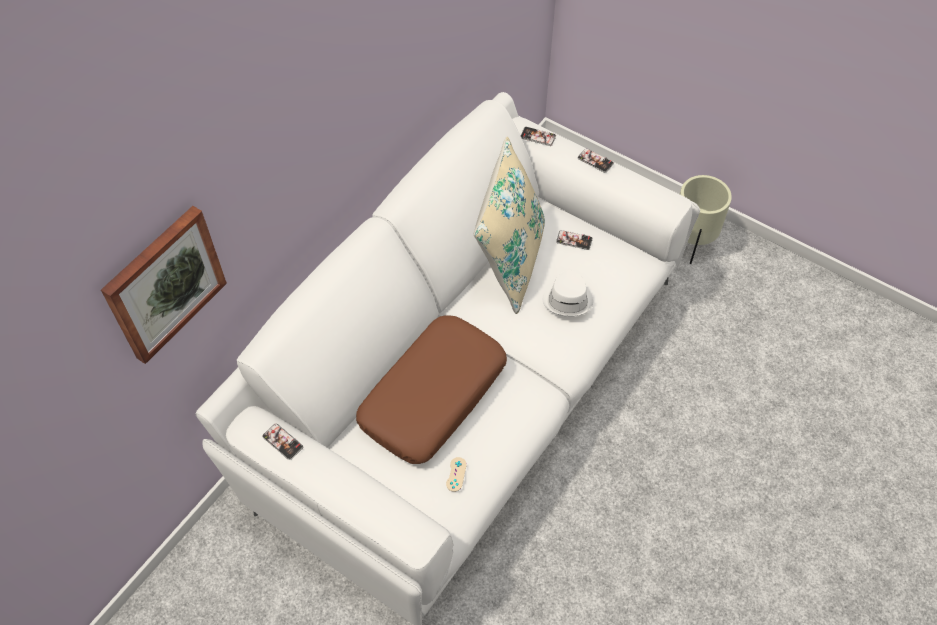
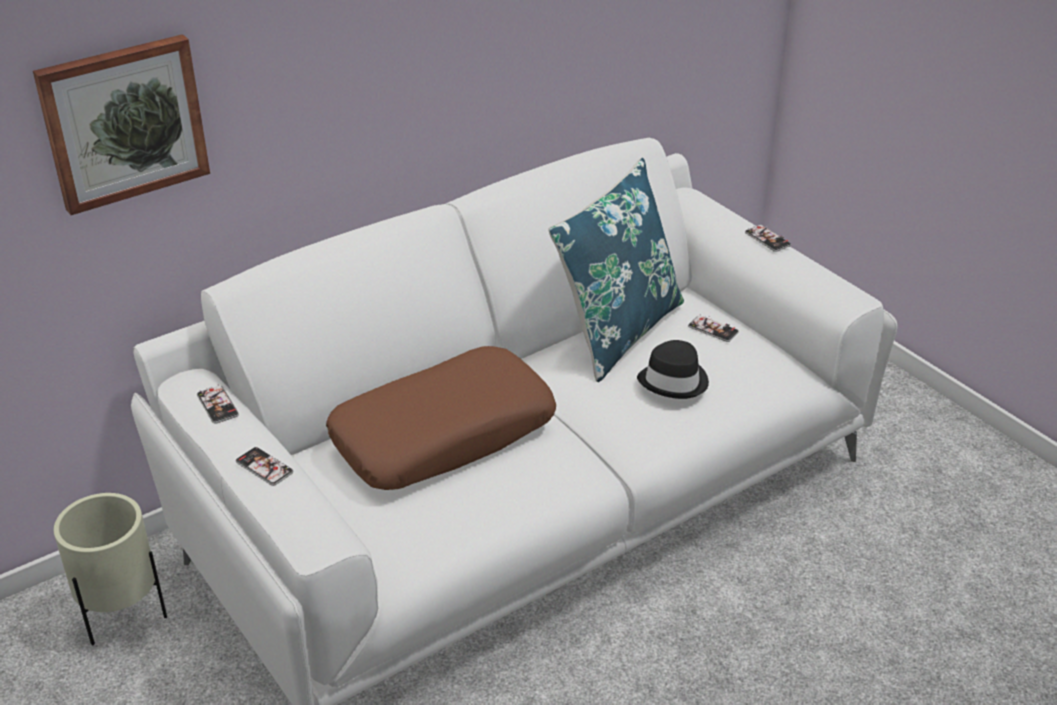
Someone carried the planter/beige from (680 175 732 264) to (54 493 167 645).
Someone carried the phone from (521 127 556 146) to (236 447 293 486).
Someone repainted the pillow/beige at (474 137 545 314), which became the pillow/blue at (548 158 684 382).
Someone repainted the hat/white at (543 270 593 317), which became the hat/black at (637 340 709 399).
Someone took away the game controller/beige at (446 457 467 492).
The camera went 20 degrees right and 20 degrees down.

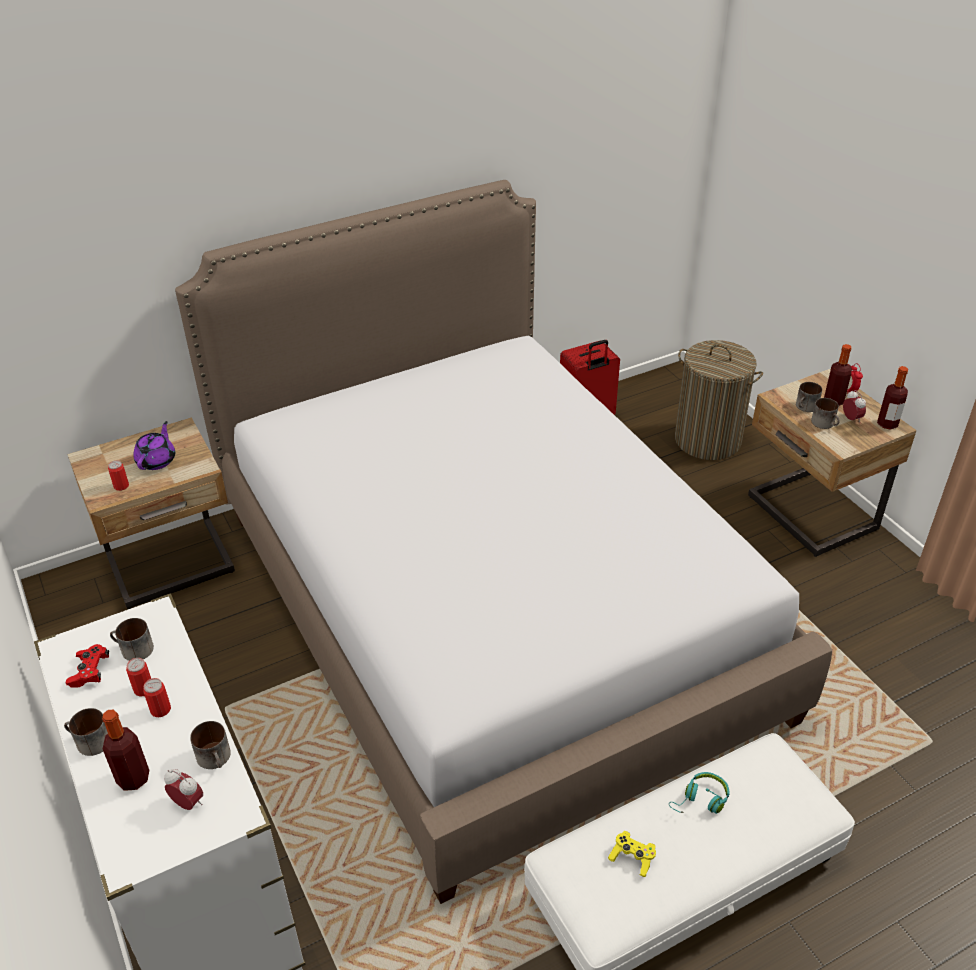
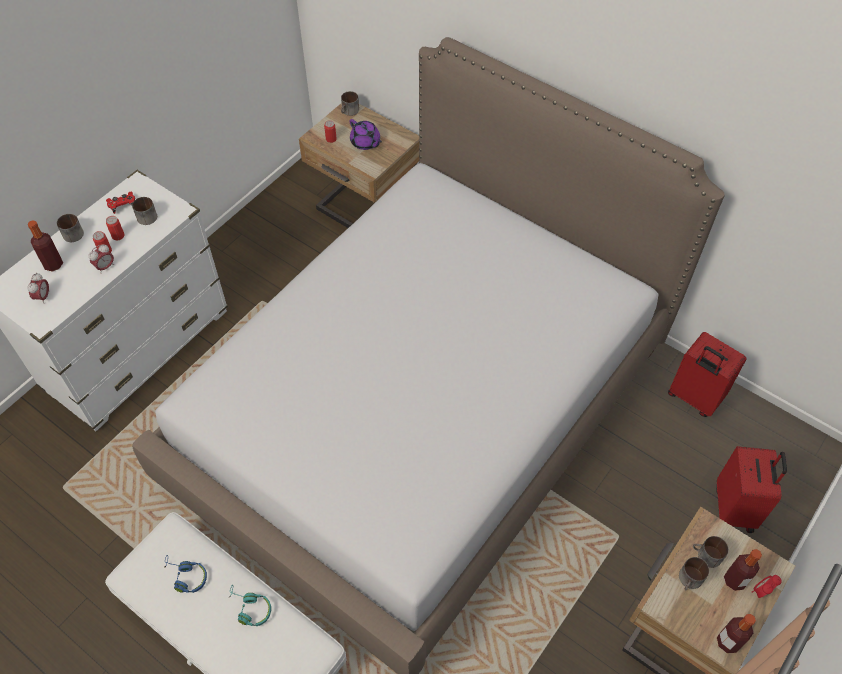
Someone carried the alarm clock from (843 390 866 423) to (88 244 114 270).
Someone swapped the game controller/yellow at (608 831 656 877) for the headphones/blue at (164 555 207 593).
Someone carried the mug from (190 721 231 769) to (341 91 359 116).
Someone rotated the teapot/purple at (133 421 175 470) by 60 degrees clockwise.
Someone swapped the laundry basket at (675 340 763 460) for the suitcase/red at (716 446 787 533).
The camera went 65 degrees right and 15 degrees up.

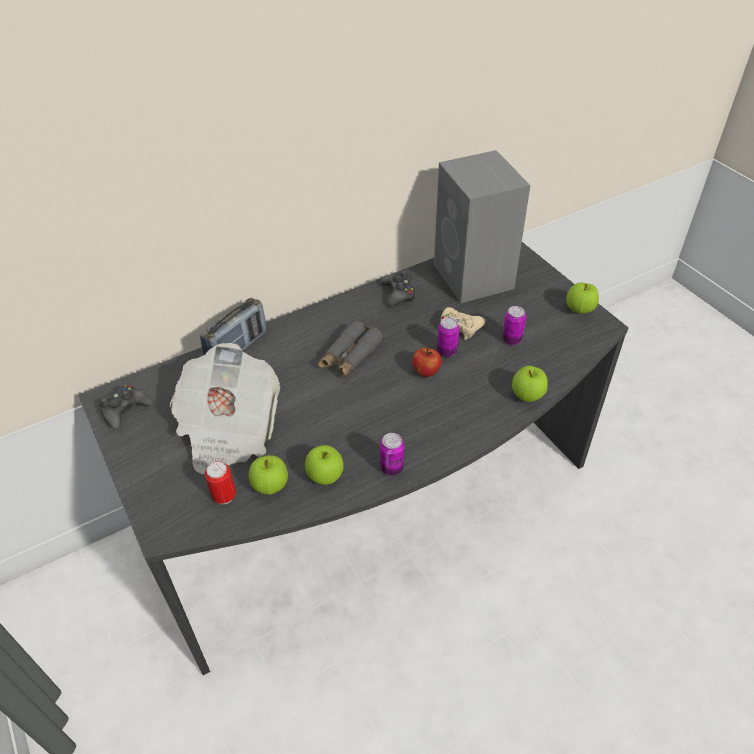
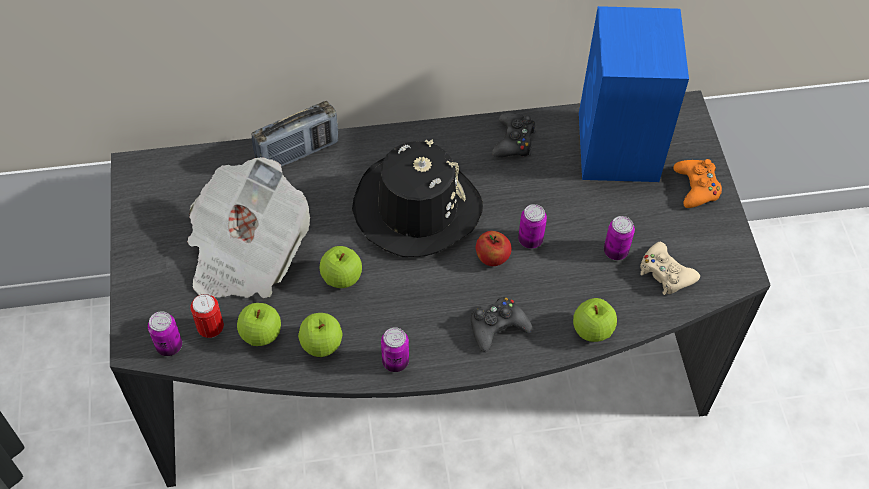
Someone put down the can at (148 311 182 356).
Someone carried the apple from (566 283 599 314) to (320 246 362 288).
Someone swapped the binoculars/grey at (318 320 384 378) for the hat/black at (352 140 483 257).
Someone carried the game controller/black from (99 385 153 430) to (471 297 532 352).
Someone repainted the speaker/grey at (434 150 531 303), which became the speaker/blue at (579 6 689 182).
Someone carried the game controller/beige from (441 307 486 340) to (640 242 700 295).
Someone put down the game controller/orange at (673 159 722 208).
The camera went 20 degrees right and 10 degrees up.

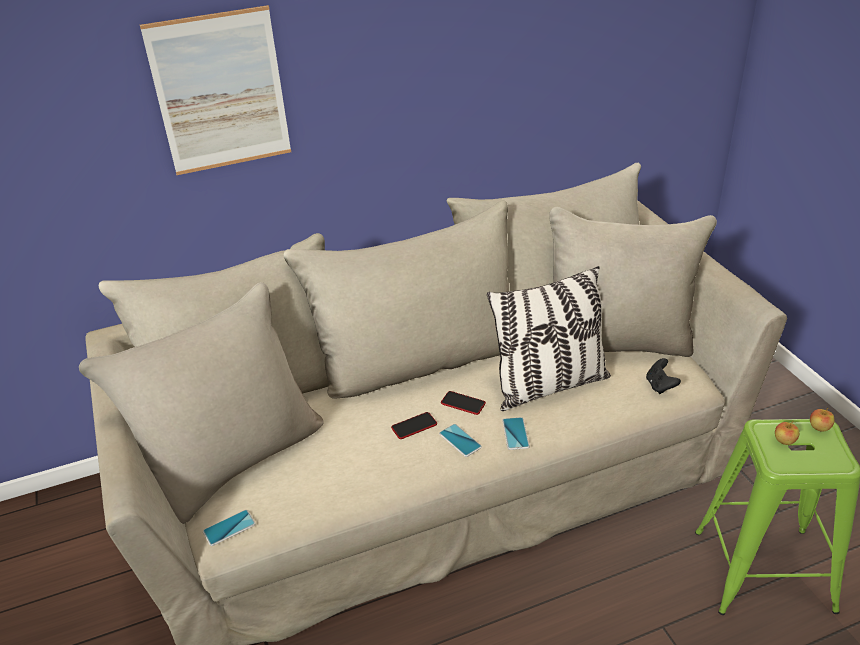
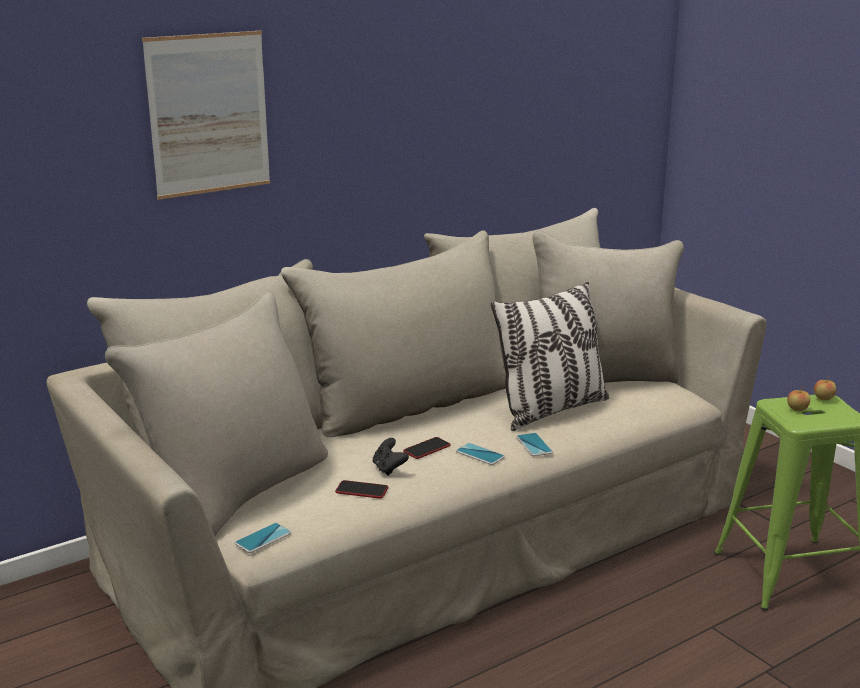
Someone carried the phone from (441 391 486 415) to (335 480 388 498).
Someone carried the game controller/black from (646 358 681 394) to (373 438 409 476).
The camera went 15 degrees left and 15 degrees down.

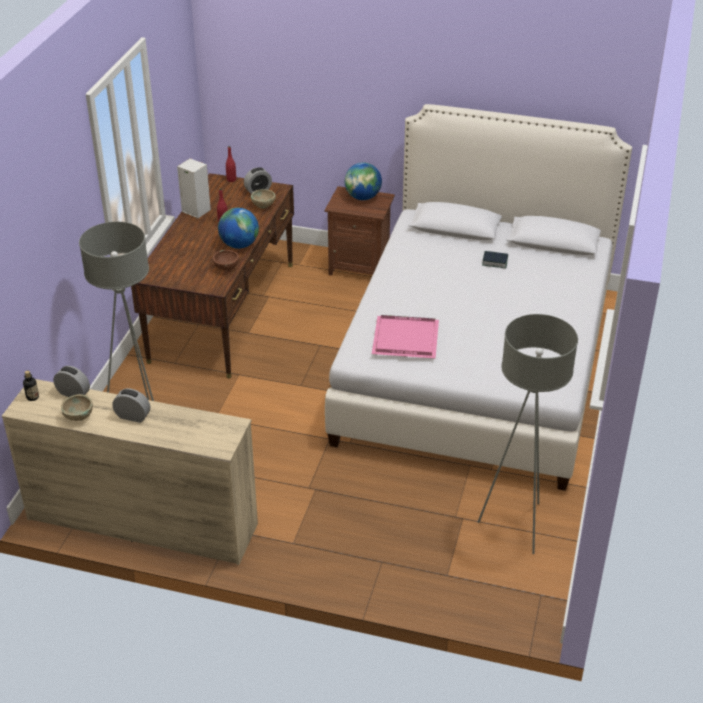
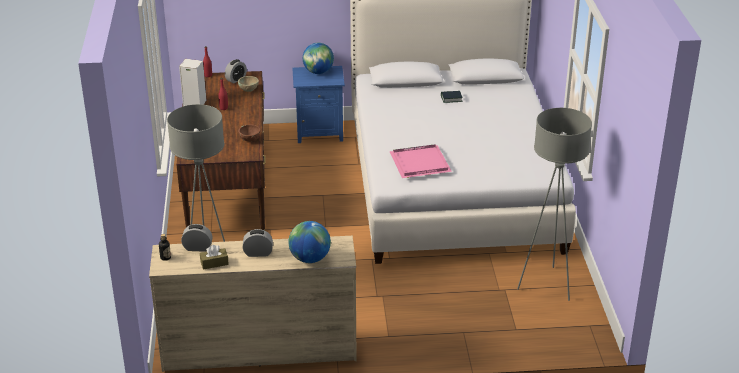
Someone swapped the bowl/beige at (61 394 93 421) for the tissue box/brown at (200 245 229 270).
Someone carried the globe from (218 208 259 249) to (288 221 331 263).
Someone repainted the nightstand/brown at (325 186 395 276), which became the nightstand/blue at (292 66 345 143).
The camera went 20 degrees left and 5 degrees down.

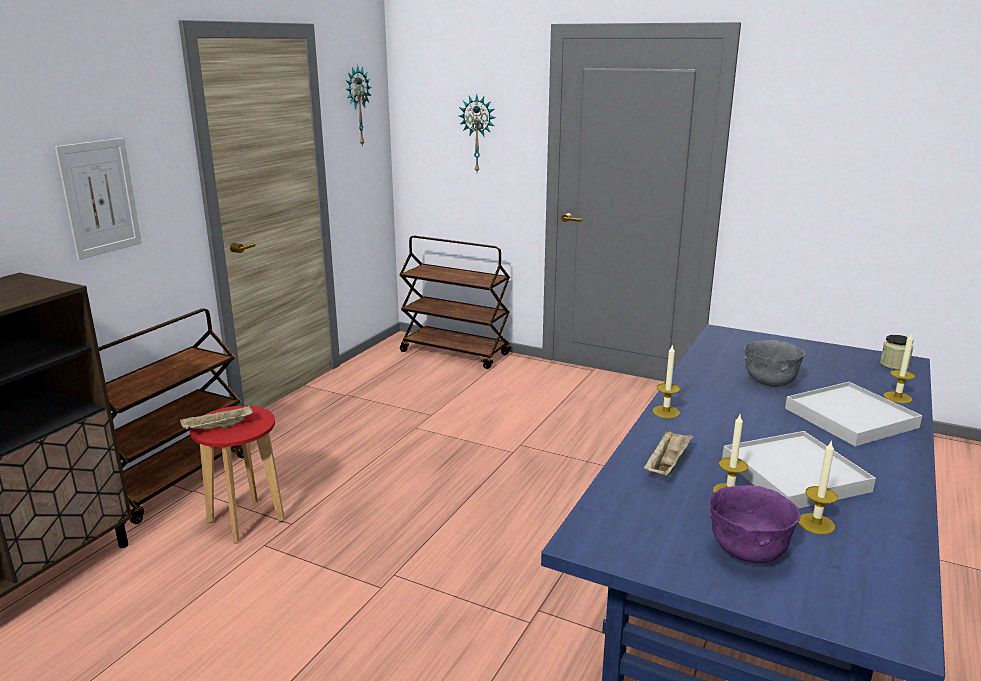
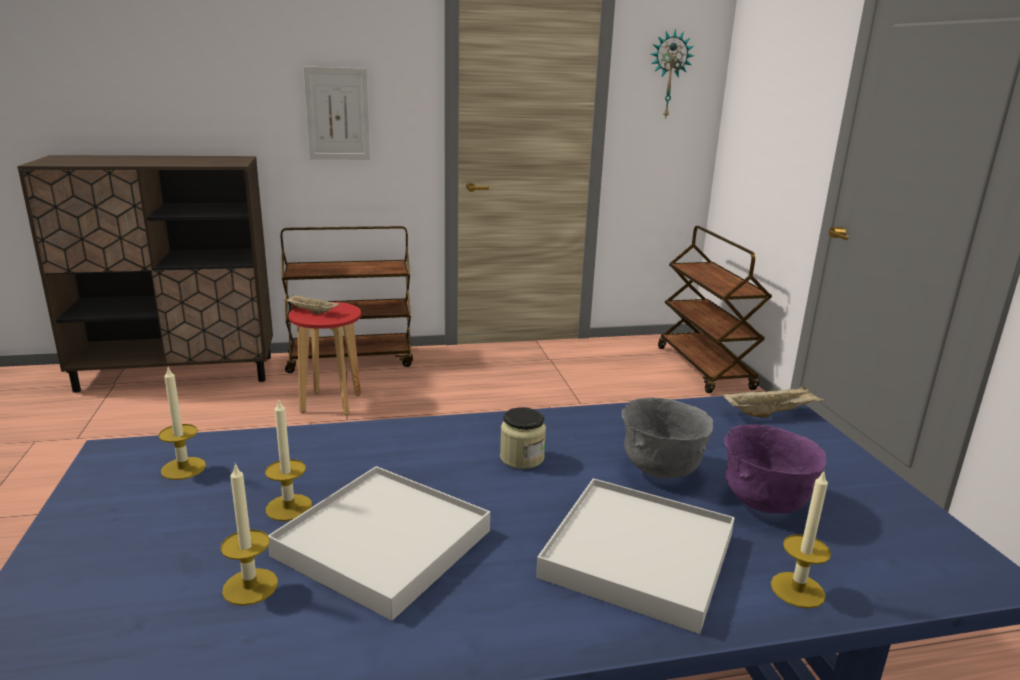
Someone carried the candle from (653 344 680 418) to (158 368 206 480).
Someone carried the jar from (880 335 913 370) to (500 407 546 469).
Someone carried the tray/beige from (644 430 694 476) to (723 385 826 418).
Someone carried the bowl/purple from (708 485 801 564) to (724 424 826 513).
Someone took away the wall clock at (459 95 496 172).
The camera went 50 degrees right and 0 degrees up.

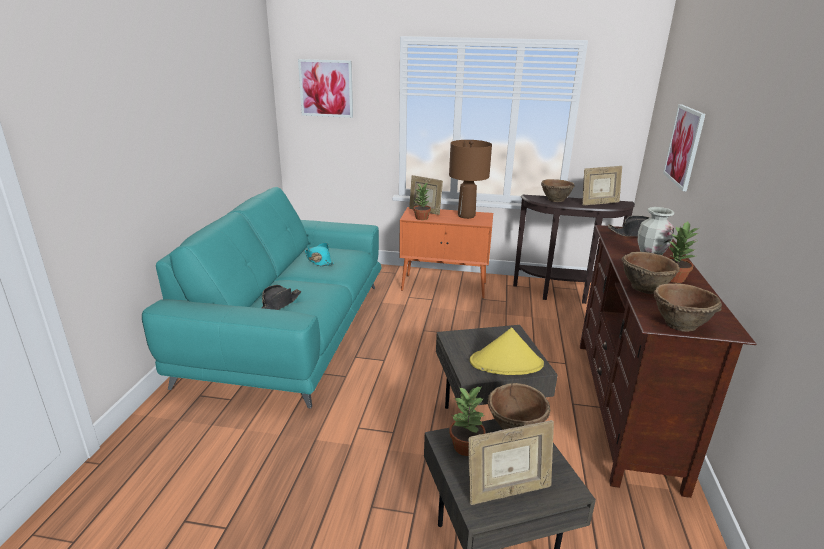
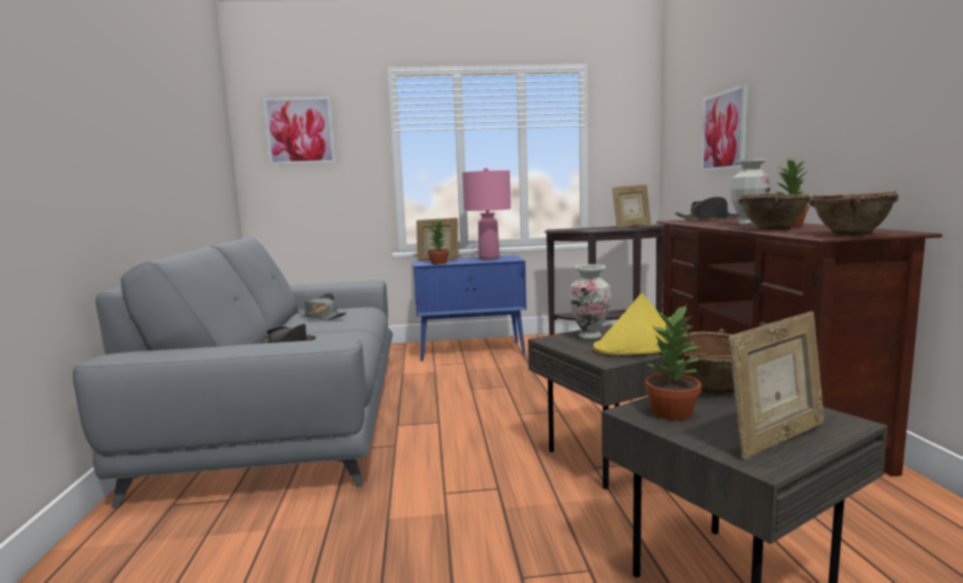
Someone repainted the sofa/turquoise at (142 187 382 408), which became the sofa/grey at (73 237 393 508).
Someone repainted the hat/turquoise at (305 243 335 266), which became the hat/grey at (298 293 347 320).
Someone repainted the cabinet/orange at (399 207 493 299), which became the cabinet/blue at (413 255 527 361).
Someone repainted the table lamp/brown at (449 140 492 219), which became the table lamp/pink at (462 168 511 260).
Someone put down the vase at (569 264 612 340).
Someone took away the bowl/brown at (541 179 575 202).
The camera went 15 degrees left and 15 degrees down.

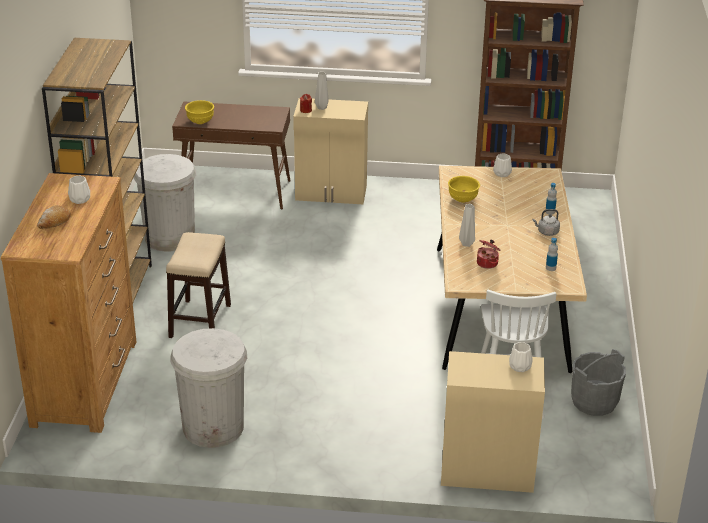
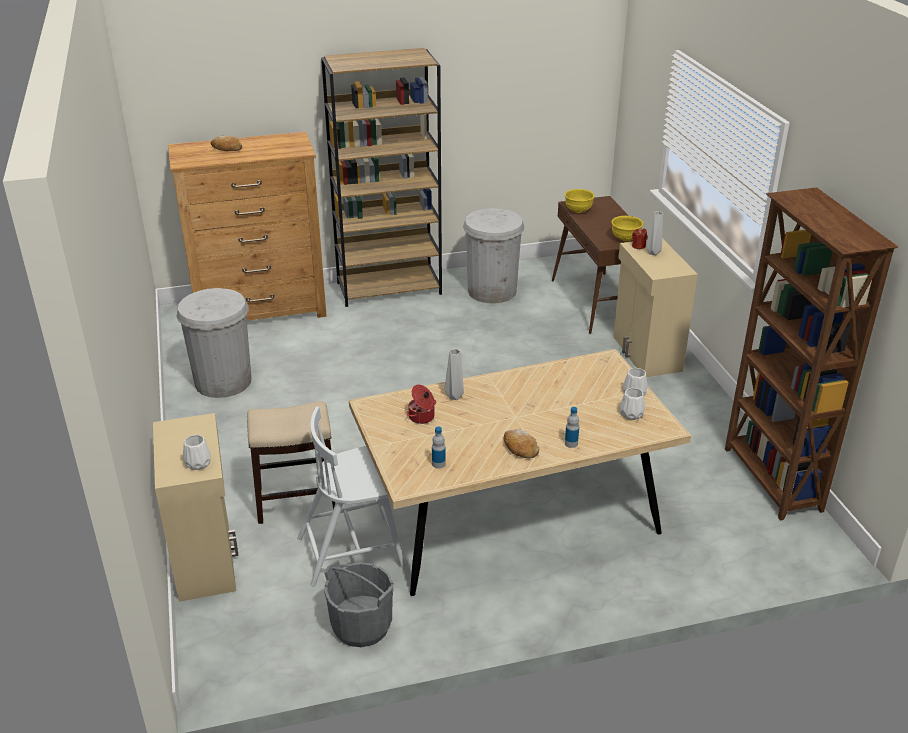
Someone carried the stool from (166 232 231 338) to (247 401 335 524).
Someone swapped the kettle/grey at (533 209 560 236) for the bread at (504 429 539 458).
Someone carried the bowl/yellow from (448 176 480 203) to (611 216 643 242).
Someone carried the vase/white from (68 176 90 204) to (620 388 645 420).
The camera went 70 degrees right and 0 degrees up.

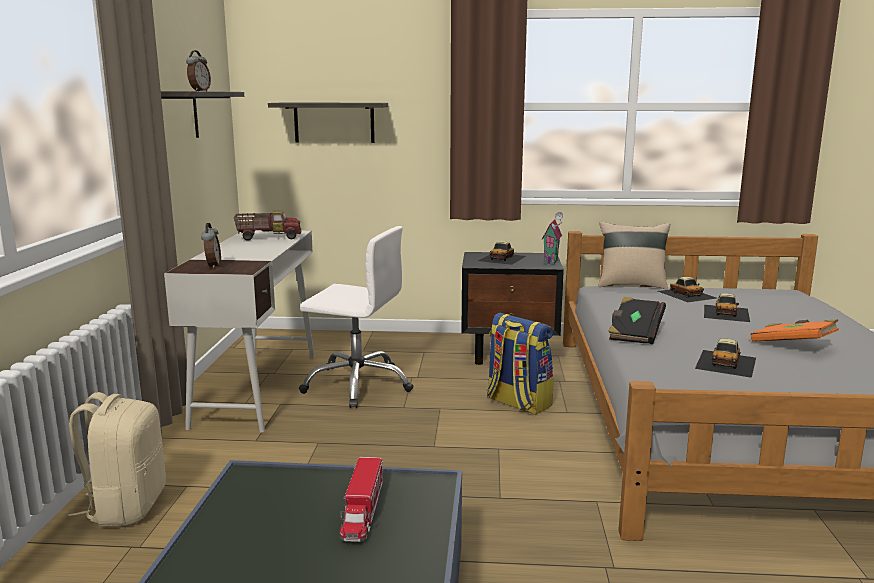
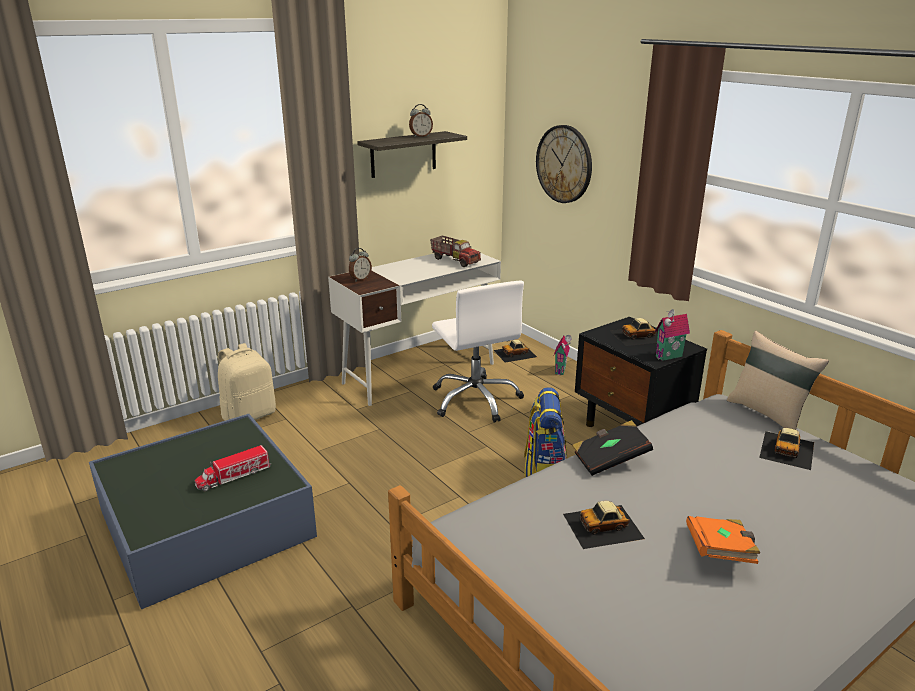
Someone carried the toy car from (704 293 750 322) to (493 340 537 363).
Someone swapped the shelf at (268 103 388 143) for the wall clock at (536 125 592 203).
Someone put down the toy house at (554 335 572 375).
The camera went 50 degrees right and 10 degrees up.

